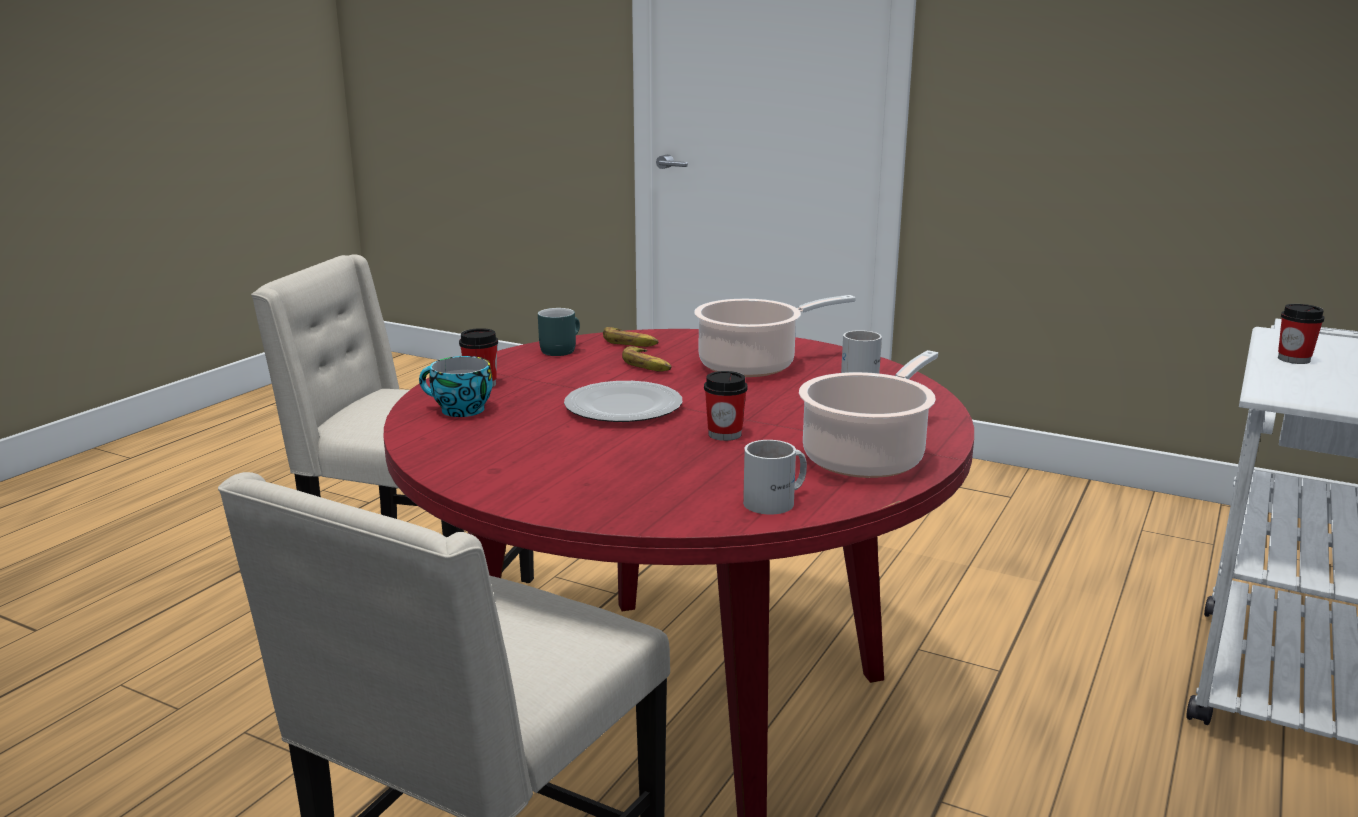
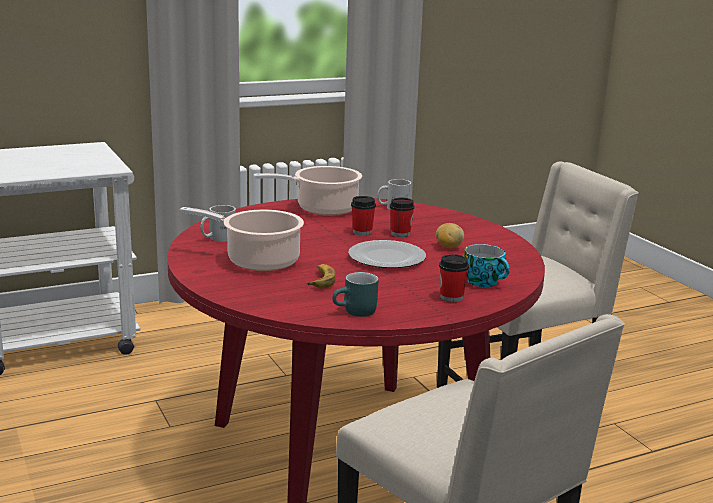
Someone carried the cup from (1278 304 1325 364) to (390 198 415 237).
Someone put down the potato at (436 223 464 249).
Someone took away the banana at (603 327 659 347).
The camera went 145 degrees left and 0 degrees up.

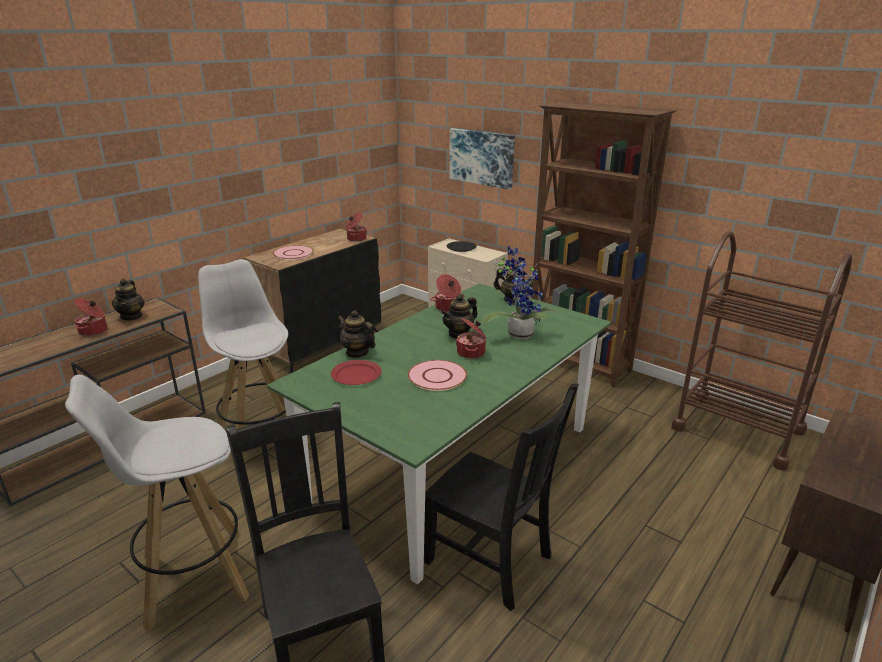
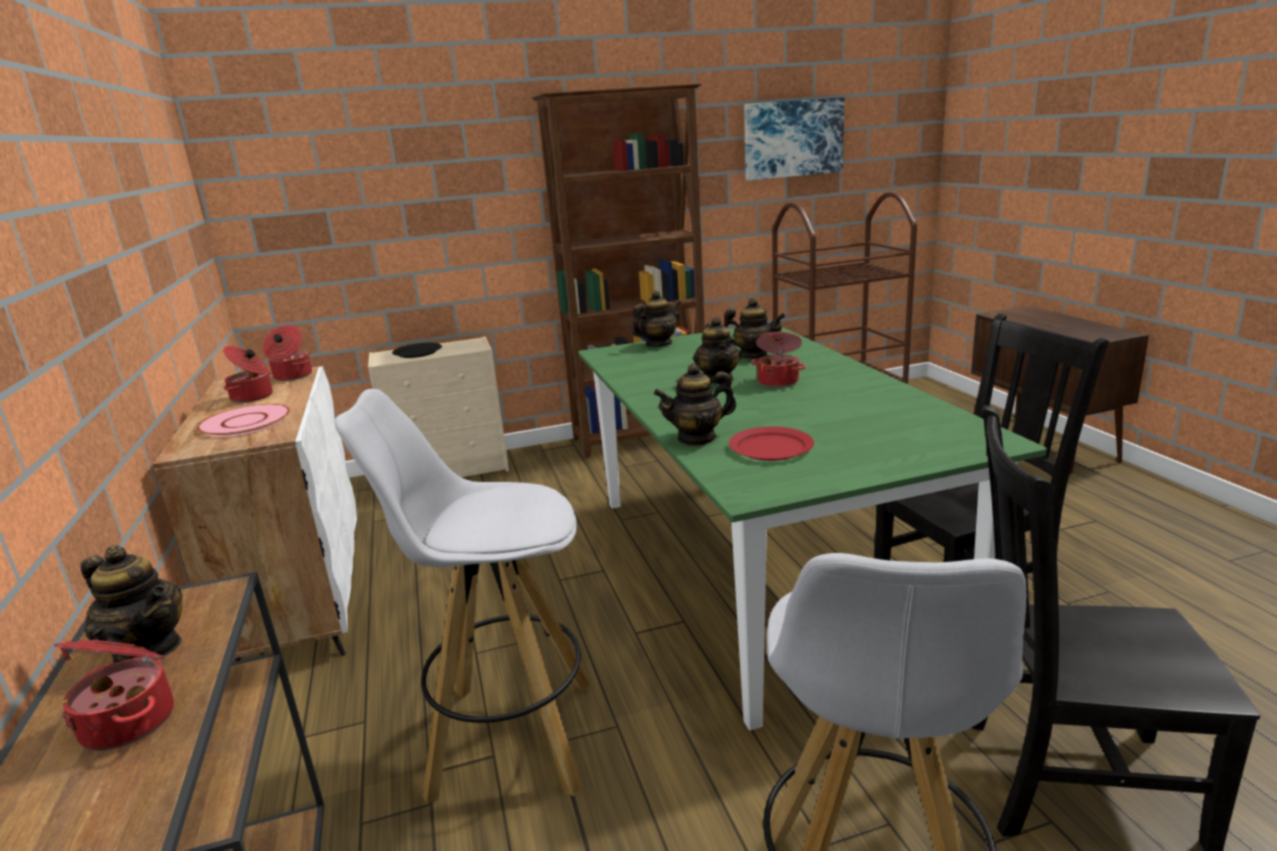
Someone repainted the cabinet/black at (243 229 381 374), which became the cabinet/white at (152 366 357 662).
Someone carried the cooking pot from (431 274 465 312) to (223 346 273 403).
Someone swapped the potted plant at (483 246 558 340) for the teapot at (724 298 786 359).
Someone carried the picture from (449 128 515 190) to (744 97 844 181).
Someone took away the plate/pink at (408 360 467 391).
The camera went 55 degrees left and 5 degrees down.

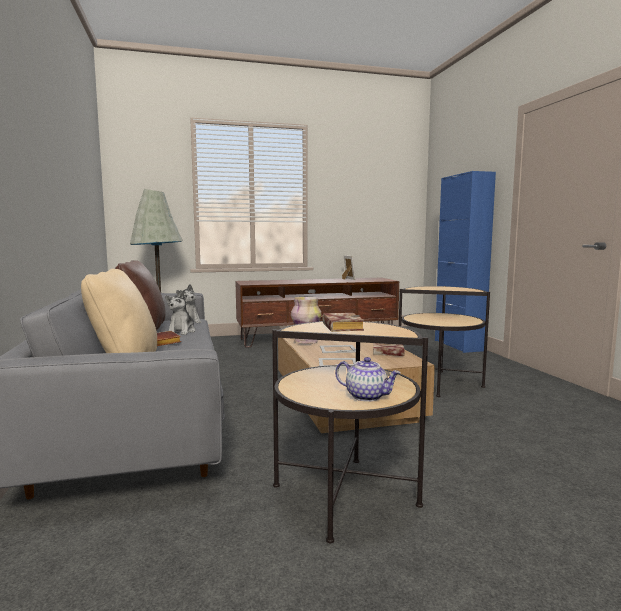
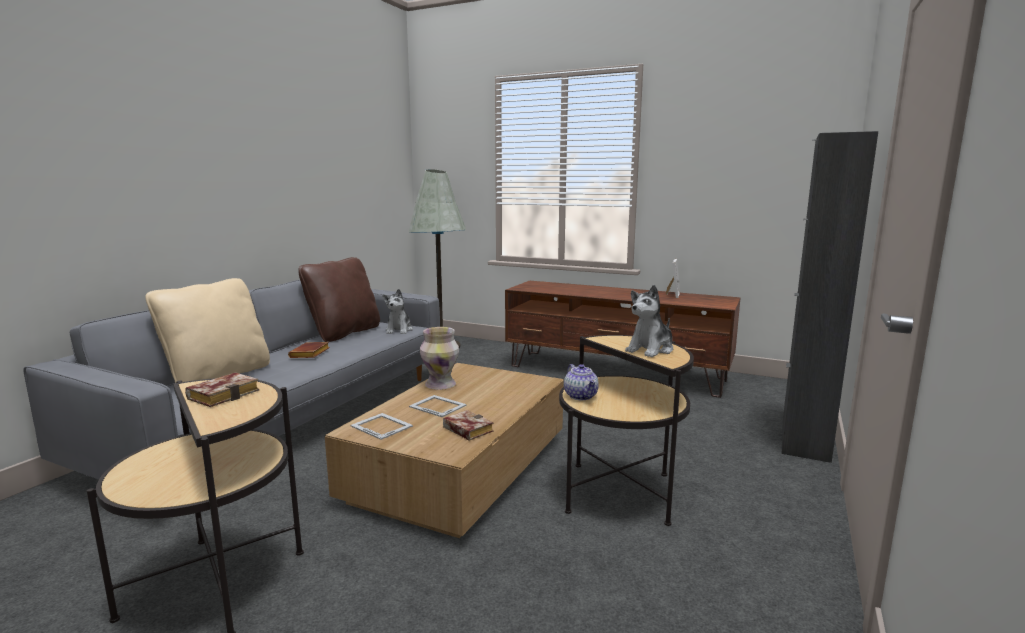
Someone carried the teapot from (335 357 401 402) to (564 364 599 400).
Someone carried the plush toy from (165 290 196 335) to (625 285 673 357).
Someone repainted the cabinet/blue at (435 171 496 353), which became the cabinet/black at (781 131 878 463).
The camera went 40 degrees right and 5 degrees up.

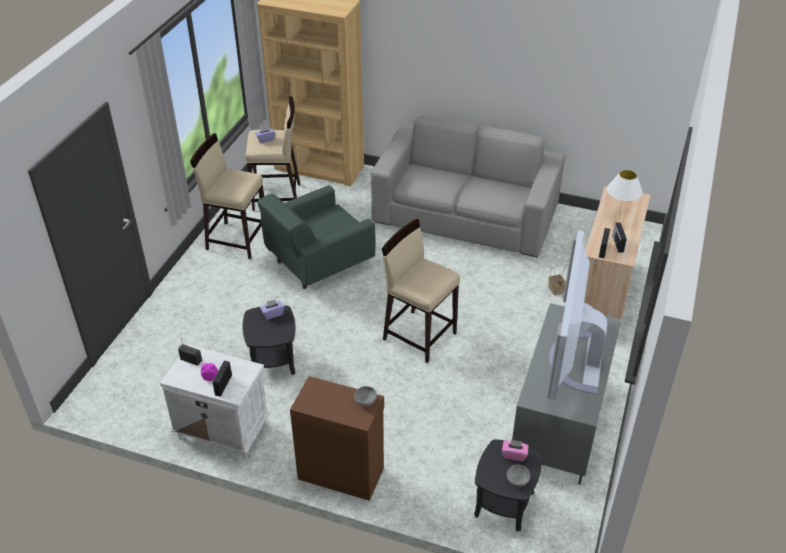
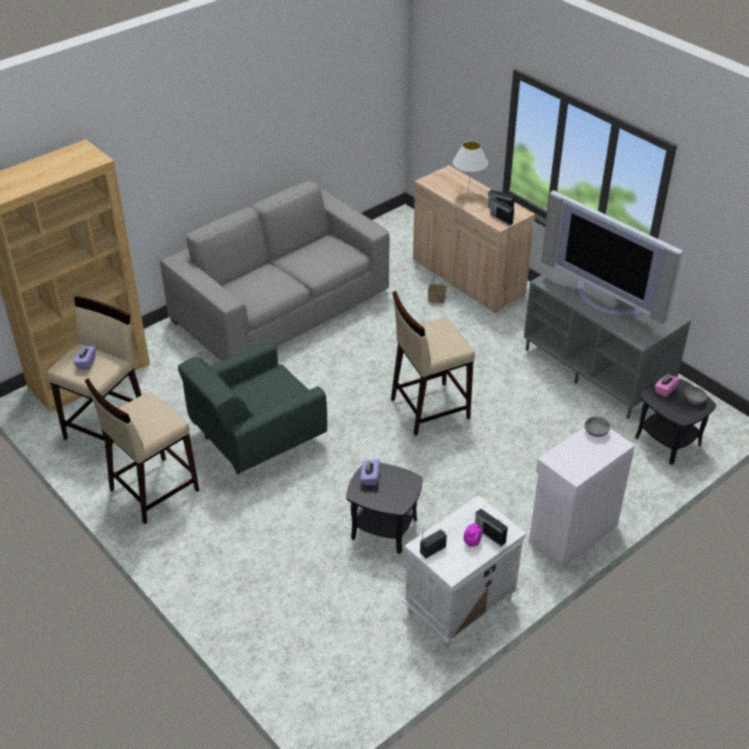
Someone rotated the armchair/green at (258 185 375 289) by 60 degrees clockwise.
Someone repainted the cabinet/brown at (290 376 384 501), which became the cabinet/white at (529 427 635 568).
The camera went 60 degrees left and 0 degrees up.

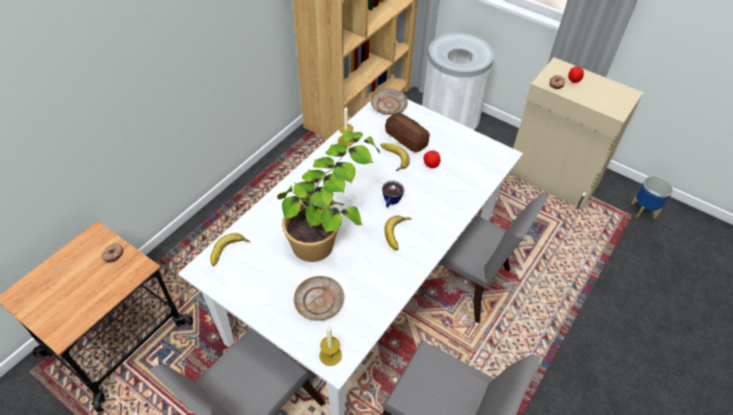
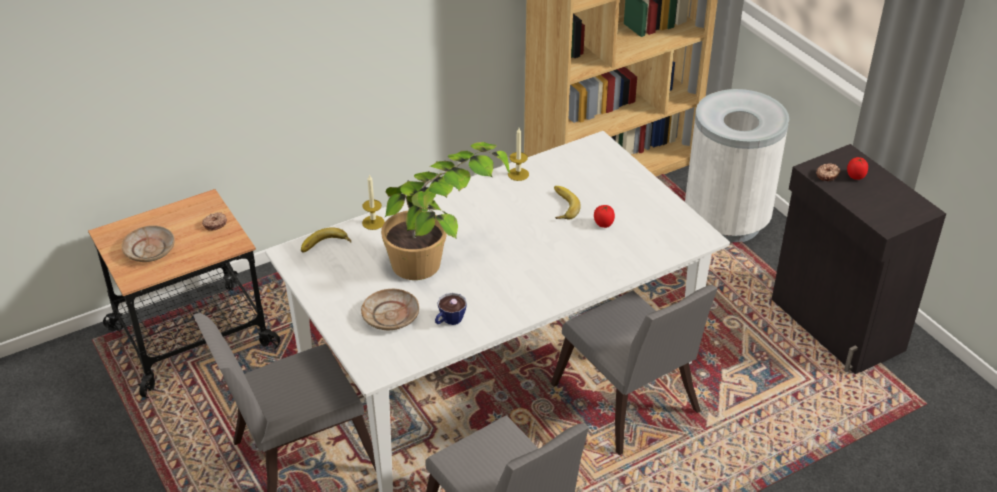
Someone carried the plate/beige from (371 88 408 115) to (122 225 175 262).
Someone carried the candle from (319 326 342 366) to (362 174 385 230).
Someone carried the cup from (382 181 404 207) to (435 293 467 325).
Someone repainted the cabinet/beige at (509 57 644 210), which became the cabinet/black at (772 144 946 374).
Someone took away the banana at (384 215 412 250).
Someone took away the bread at (385 113 430 152).
Someone took away the planter at (632 176 673 218).
The camera went 25 degrees right and 10 degrees down.

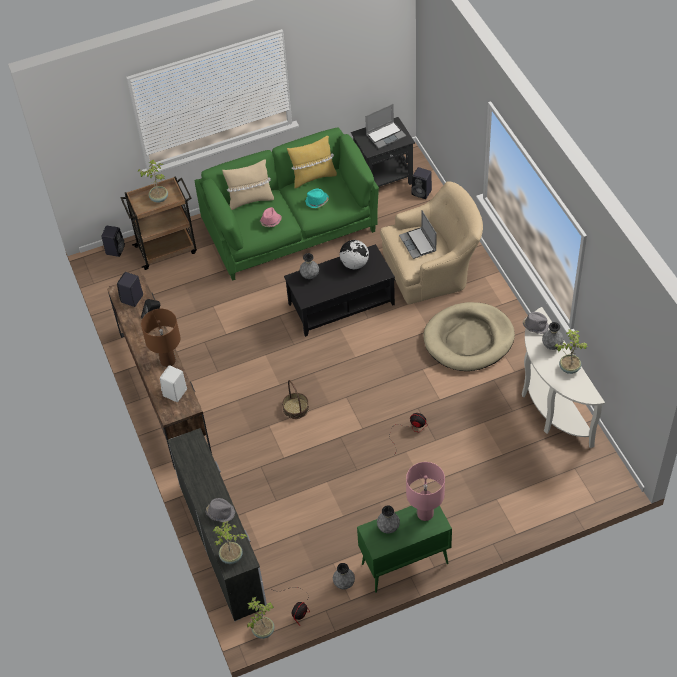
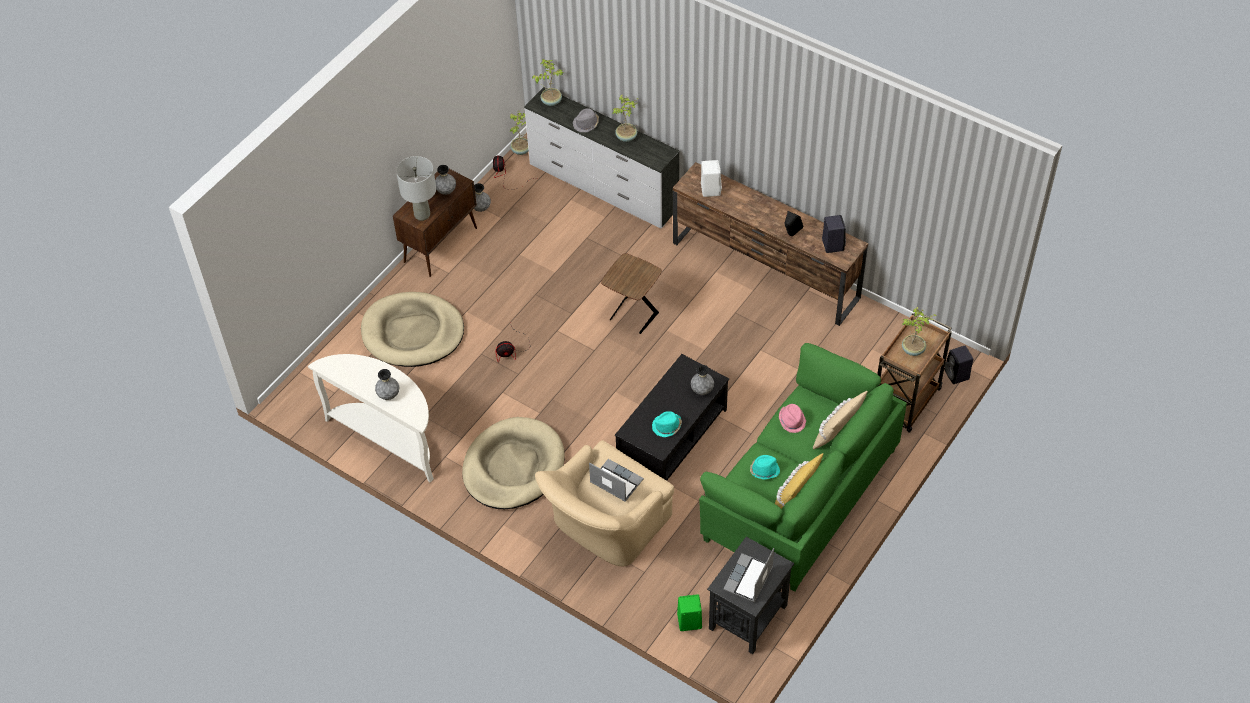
Someone put down the dog bed/beige at (361 292 464 367).
Someone repainted the cabinet/green at (357 505 452 593), which became the cabinet/brown at (393 169 477 277).
Someone repainted the table lamp/pink at (406 462 445 521), which became the table lamp/grey at (396 156 436 221).
Someone swapped the basket at (282 380 309 419) for the side table/brown at (601 253 662 334).
Someone carried the potted plant from (554 329 588 374) to (612 95 638 142).
Someone swapped the globe at (340 240 369 269) for the hat/turquoise at (652 411 682 437).
Someone repainted the speaker/black at (411 167 432 199), which became the speaker/green at (677 595 702 631).
Someone took away the table lamp/brown at (141 309 180 367).
Someone took away the hat/grey at (523 312 549 334).
The camera went 145 degrees right and 0 degrees up.

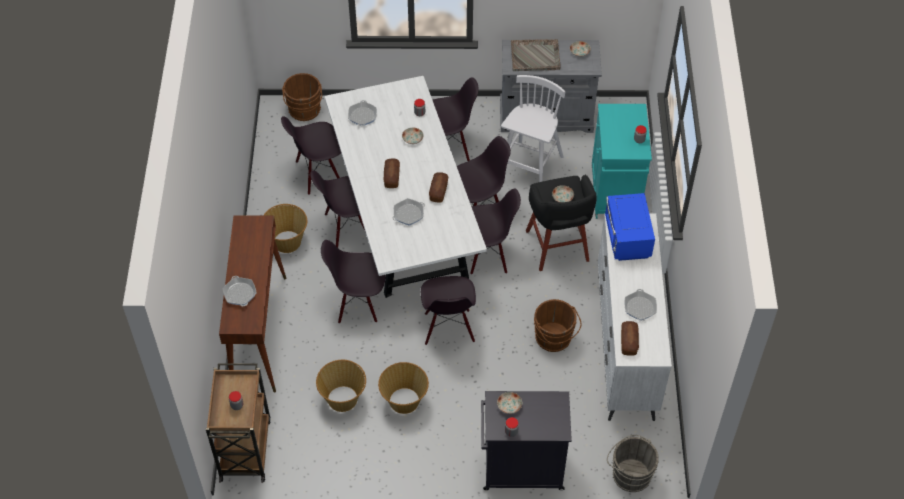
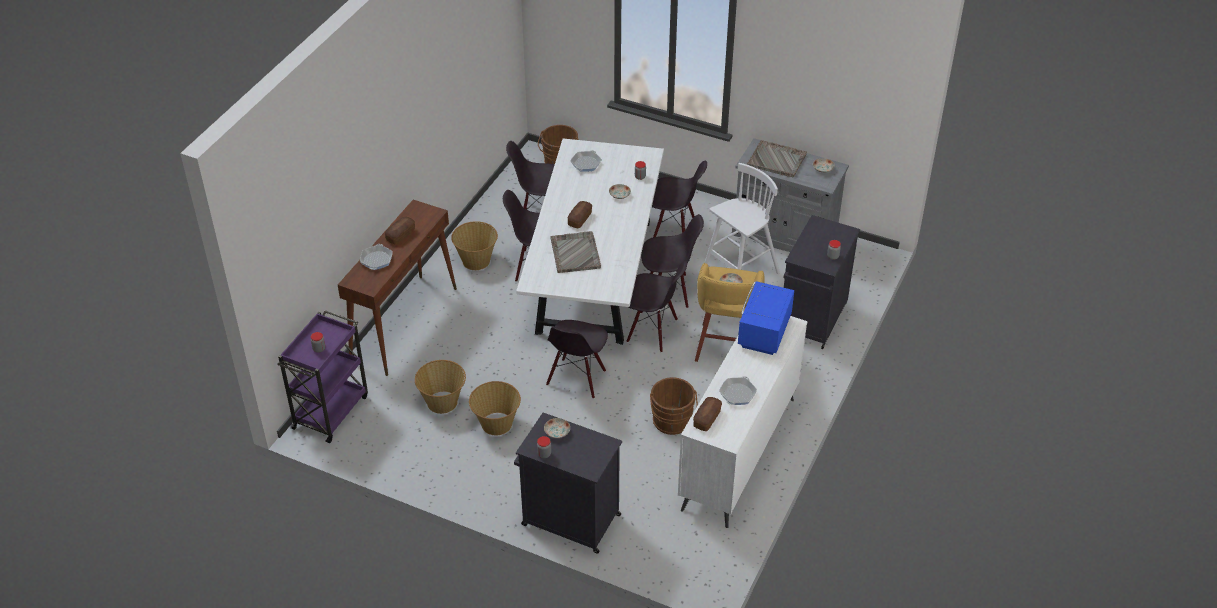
Someone repainted the cart/brown at (206 363 271 483), which became the cart/purple at (277 310 368 443).
Someone carried the bread from (429 172 448 203) to (385 217 415 244).
Someone swapped the frying pan at (392 198 425 226) for the tray/grey at (550 231 601 273).
Someone repainted the stool/black at (526 175 597 271), which became the stool/yellow at (695 263 765 362).
Someone repainted the cabinet/turquoise at (592 104 652 219), which became the cabinet/black at (784 215 860 349).
Someone took away the chair/black at (321 240 386 324).
Someone took away the bucket/grey at (607 435 659 492).
The camera went 25 degrees right and 10 degrees down.

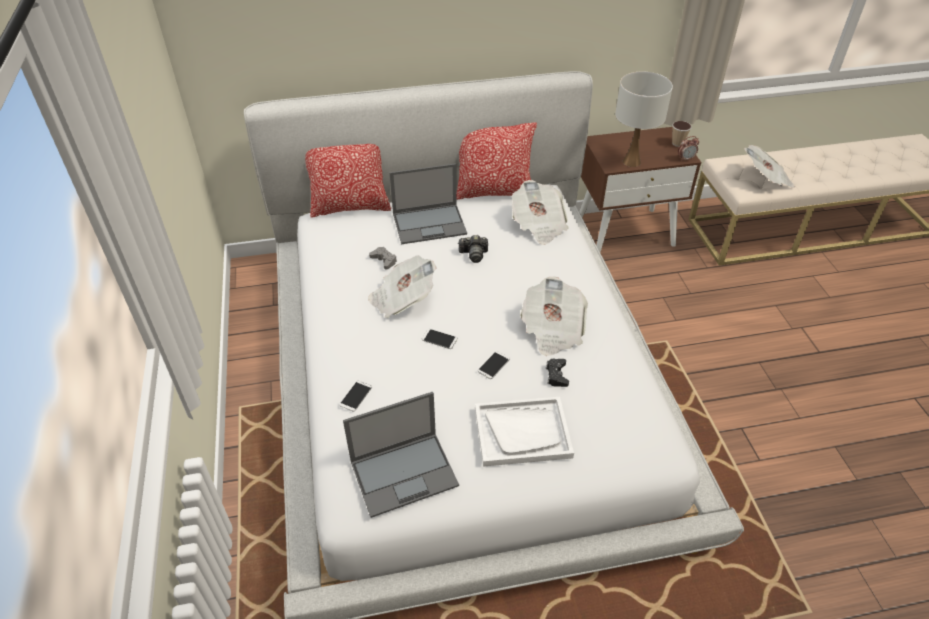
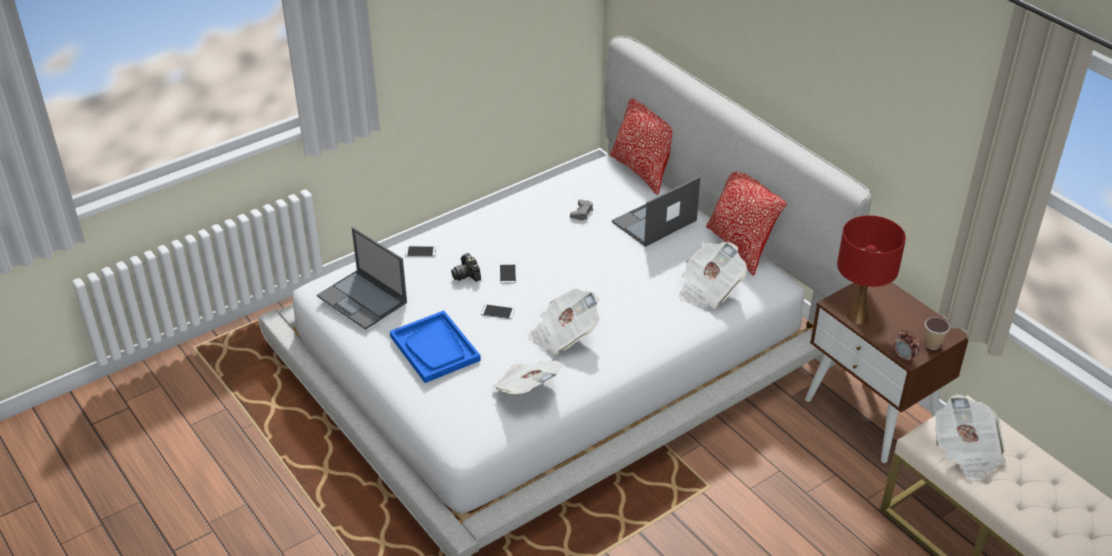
Someone repainted the tray/white at (475 397 574 467), which became the tray/blue at (390 310 481 383).
Someone carried the photo camera from (458 235 488 263) to (451 253 481 282).
Someone carried the newspaper from (368 255 437 318) to (492 360 564 394).
Someone rotated the laptop at (389 163 467 244) by 90 degrees clockwise.
Someone repainted the table lamp/white at (615 71 673 167), which became the table lamp/red at (837 215 906 324).
Someone took away the game controller/black at (546 359 569 387).
The camera went 65 degrees right and 5 degrees down.

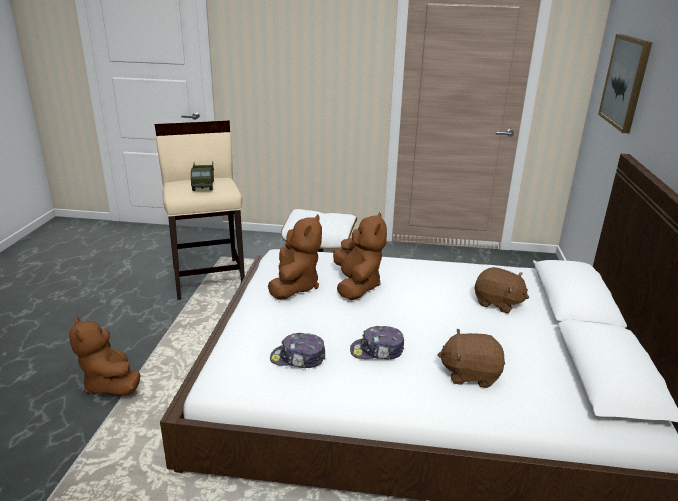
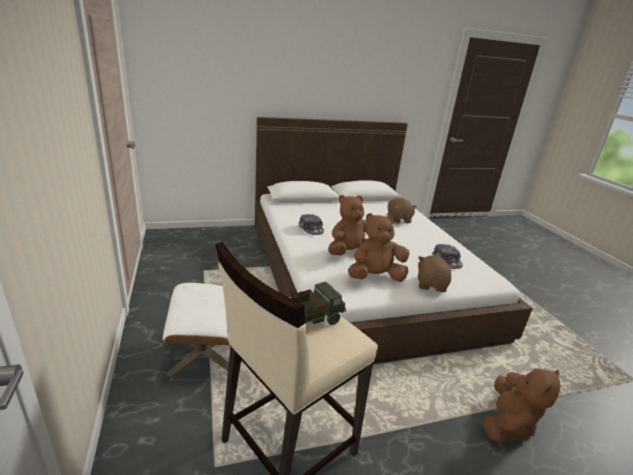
Someone carried the cap from (350 326 404 360) to (299 214 324 235).
Someone carried the plush toy/brown from (475 267 529 313) to (418 256 452 292).
Someone took away the picture at (598 34 652 133).
The camera went 115 degrees left and 0 degrees up.

